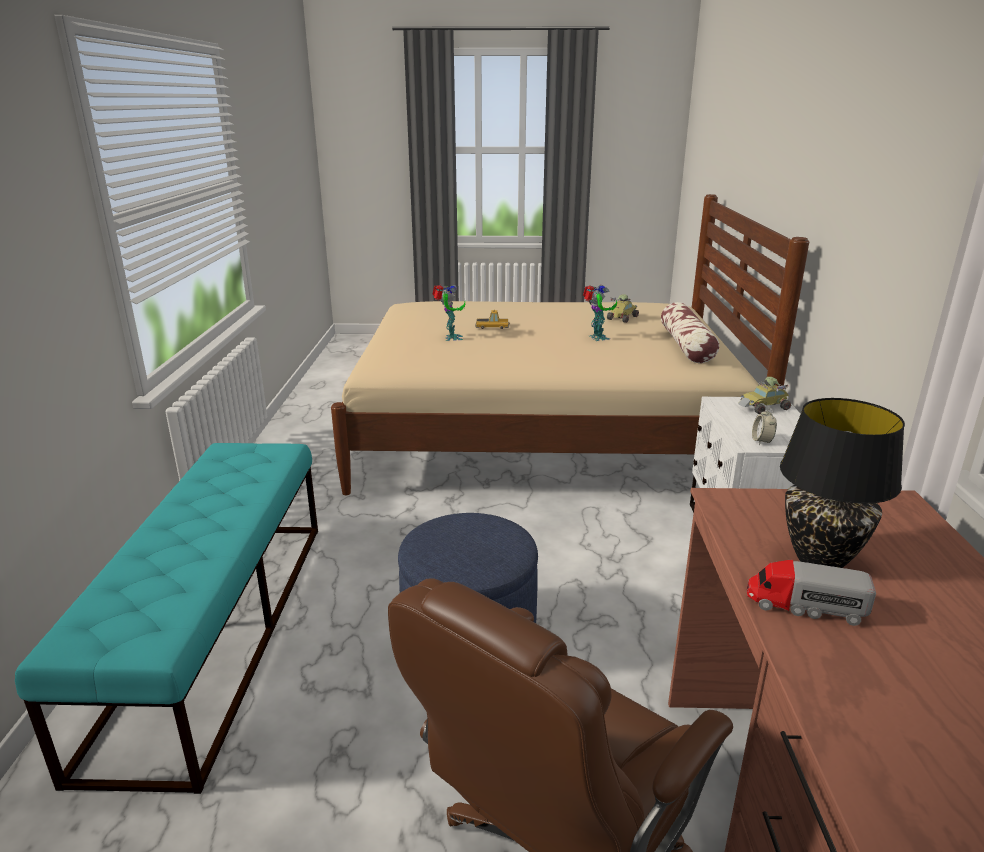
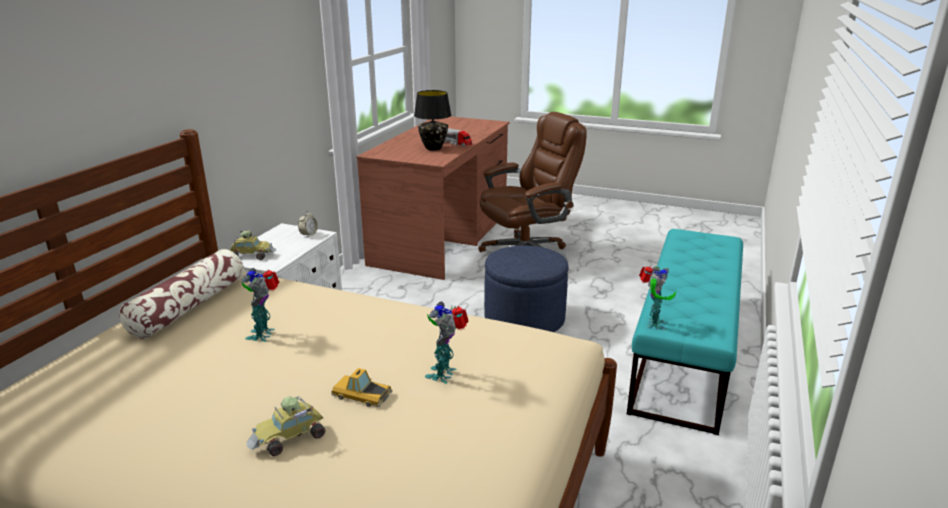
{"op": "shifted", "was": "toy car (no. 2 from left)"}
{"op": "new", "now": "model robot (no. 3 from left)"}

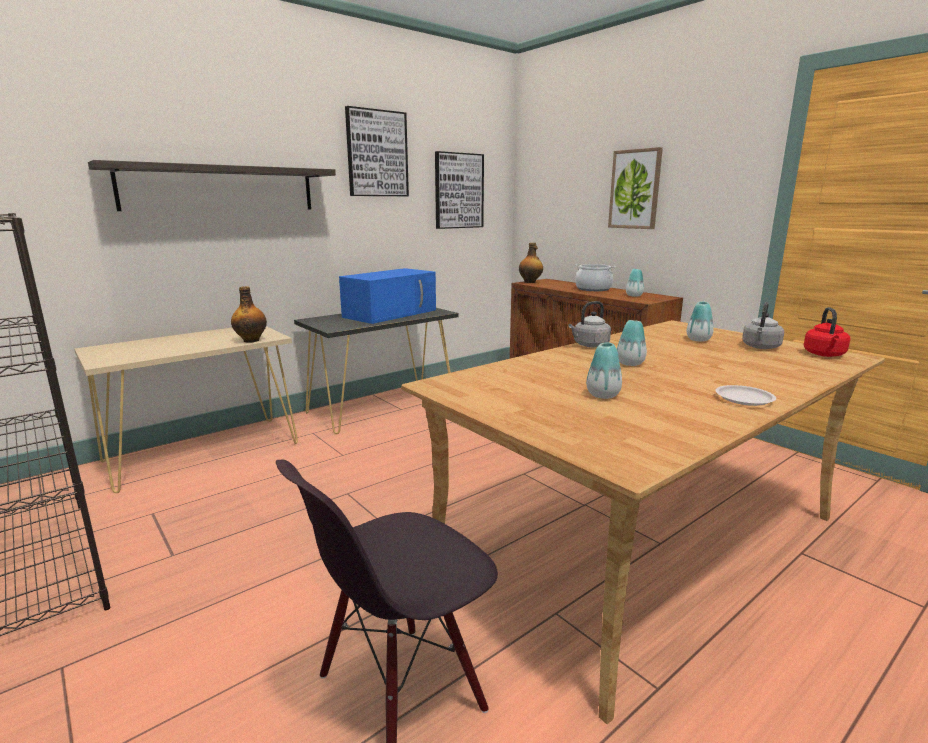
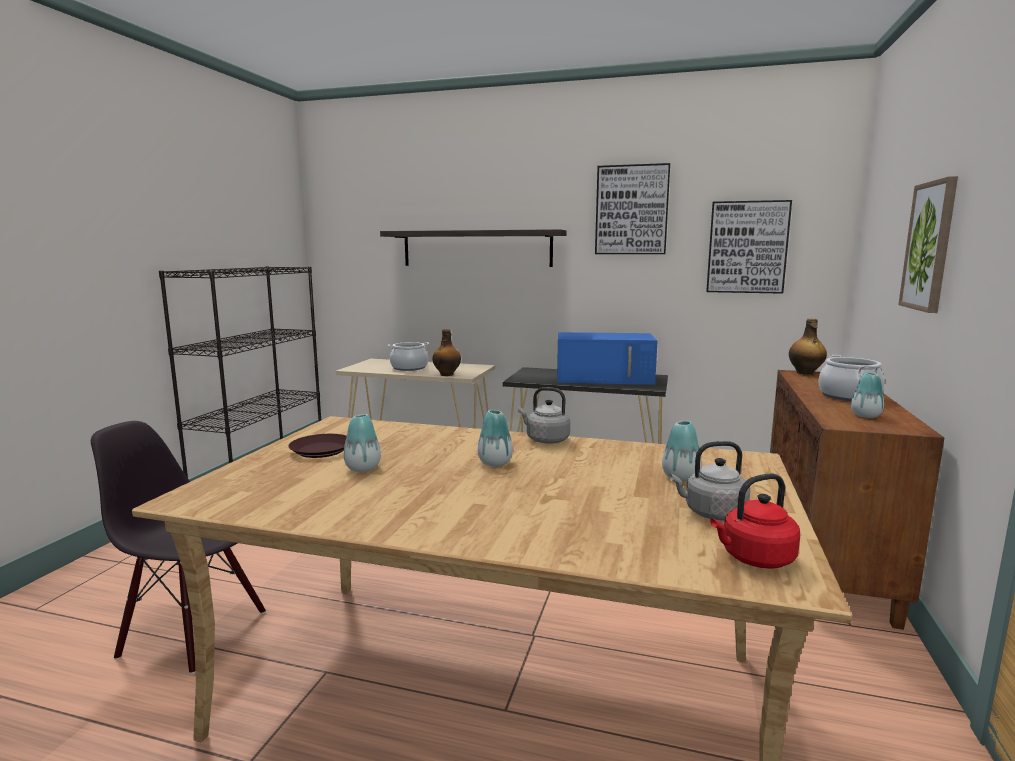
{"op": "new", "now": "brown-coloured plate"}
{"op": "new", "now": "saucepot (no. 1 from left)"}
{"op": "gone", "was": "whitish plate"}

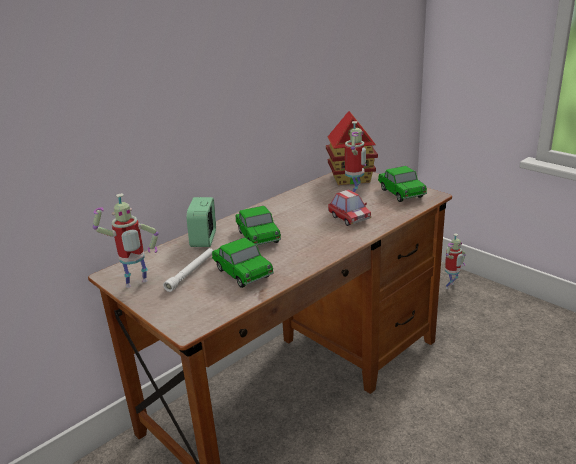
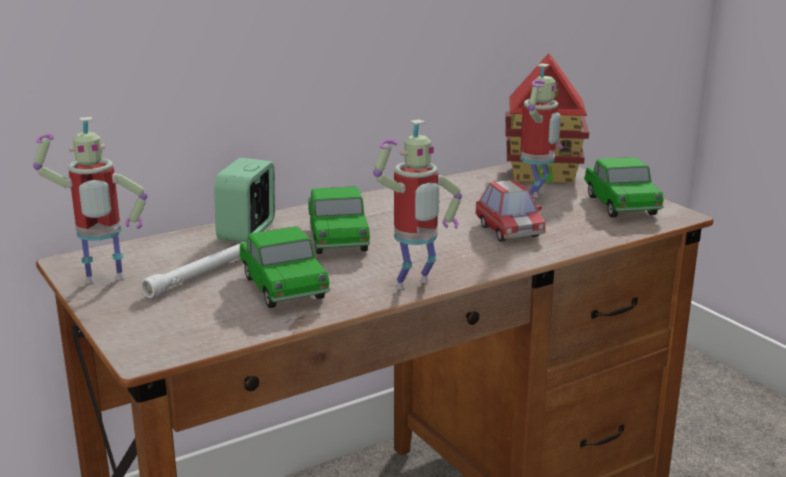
{"op": "shifted", "was": "model robot (no. 3 from left in the first image)", "now": "model robot (no. 2 from left)"}

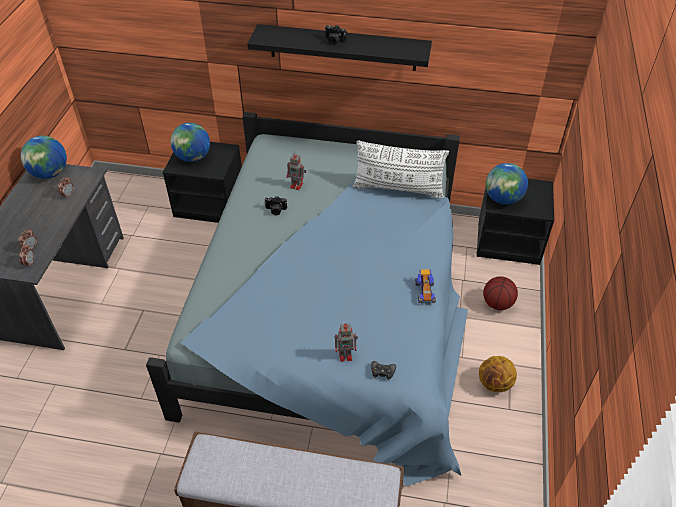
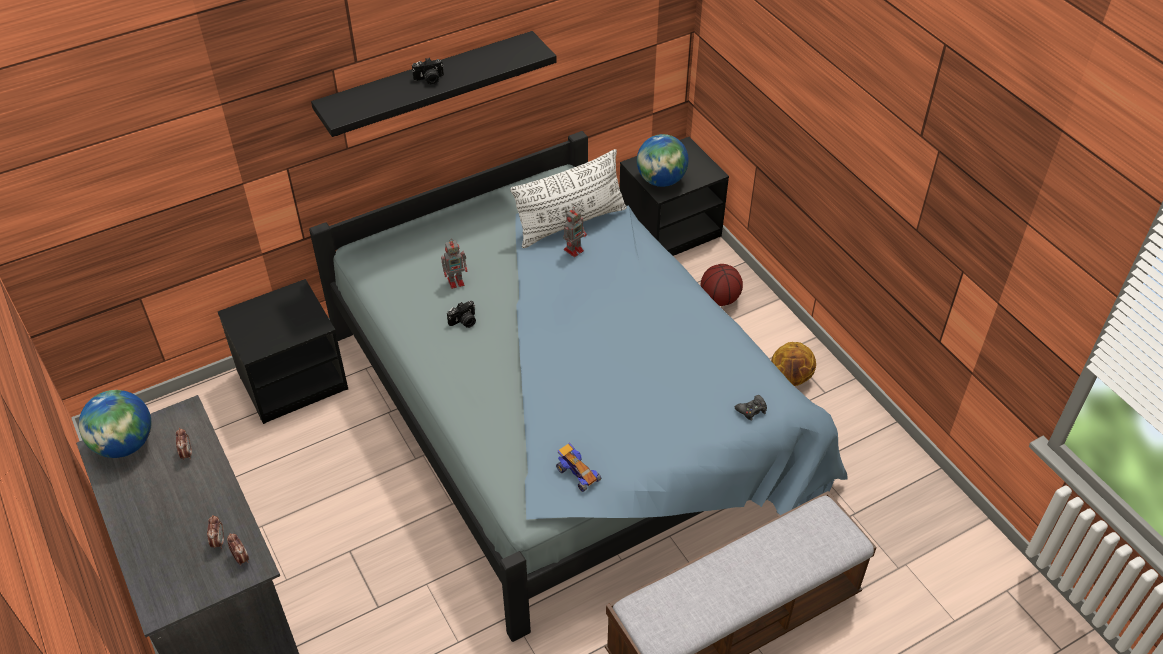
{"op": "shifted", "was": "toy car"}
{"op": "shifted", "was": "model robot (no. 2 from left)"}
{"op": "gone", "was": "desk globe (no. 2 from left)"}

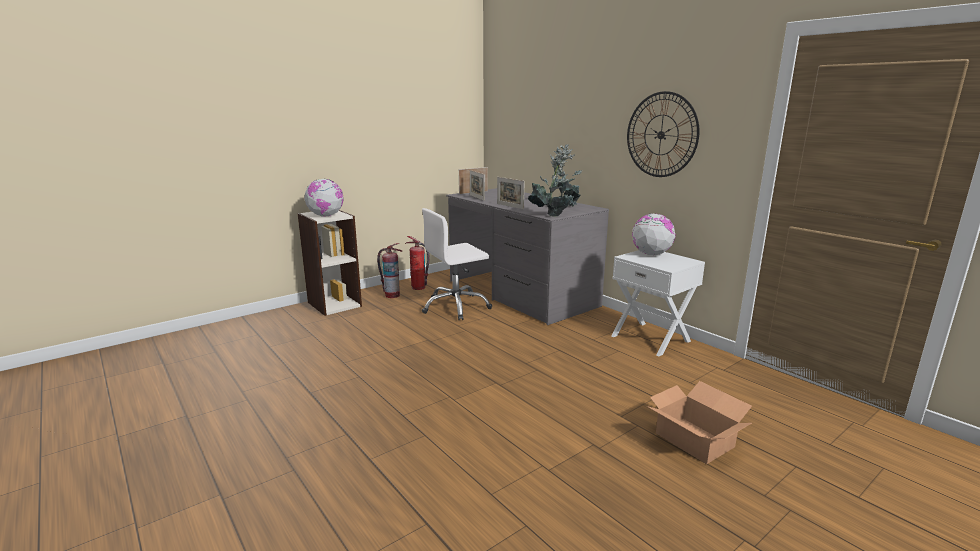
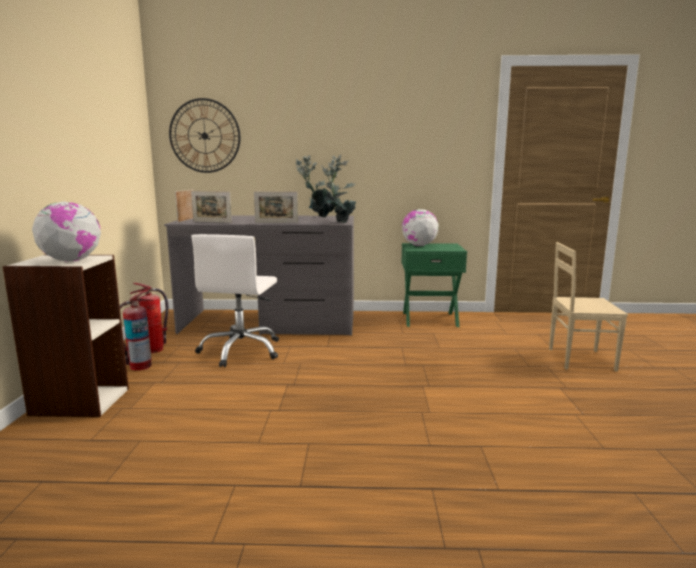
{"op": "shifted", "was": "wall clock"}
{"op": "repainted", "was": "whitish nightstand", "now": "green-coloured nightstand"}
{"op": "swapped", "was": "packing box", "now": "beige-coloured plain chair"}

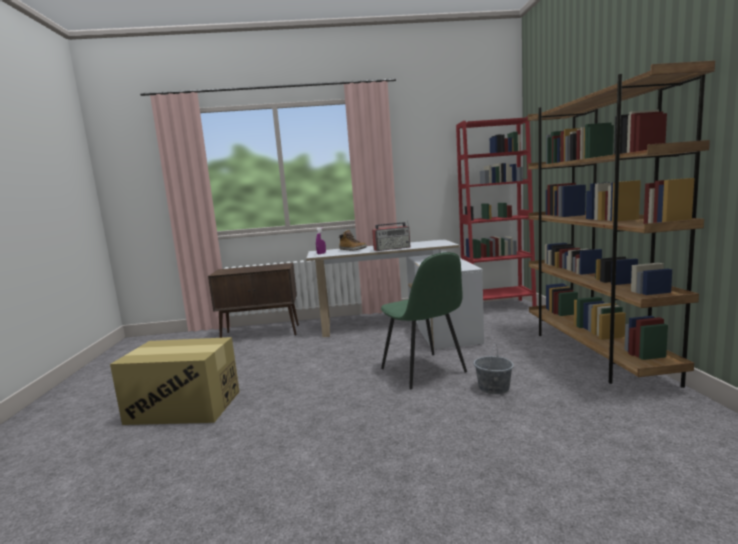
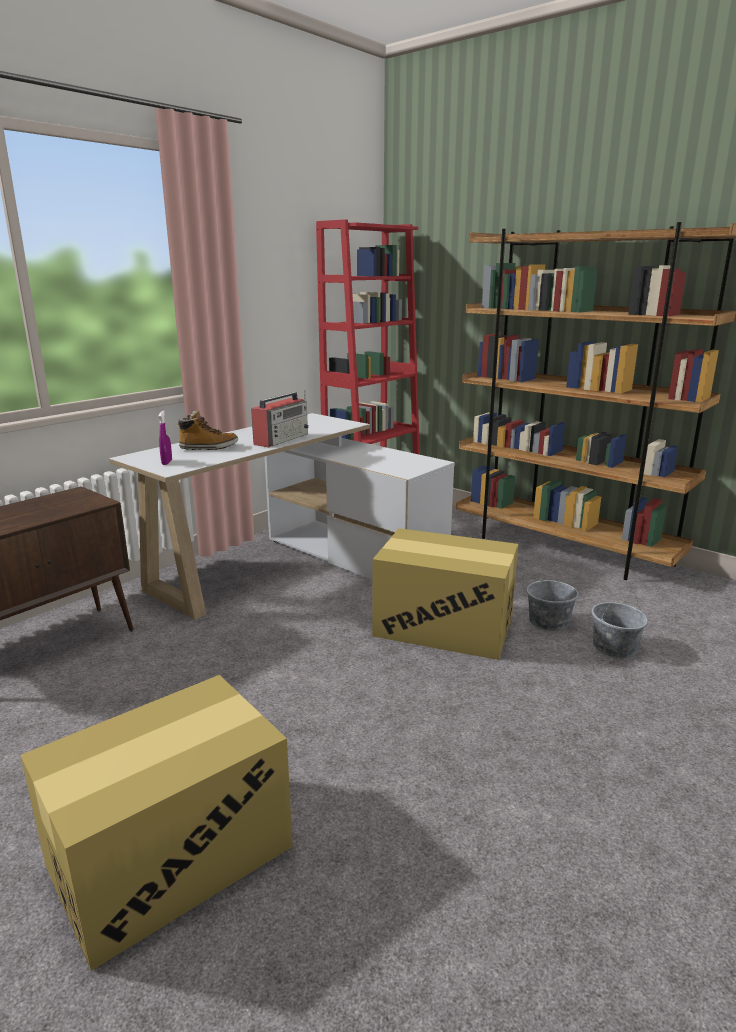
{"op": "swapped", "was": "green-coloured plain chair", "now": "packing box (no. 2 from left)"}
{"op": "new", "now": "greyish bucket (no. 2 from left)"}

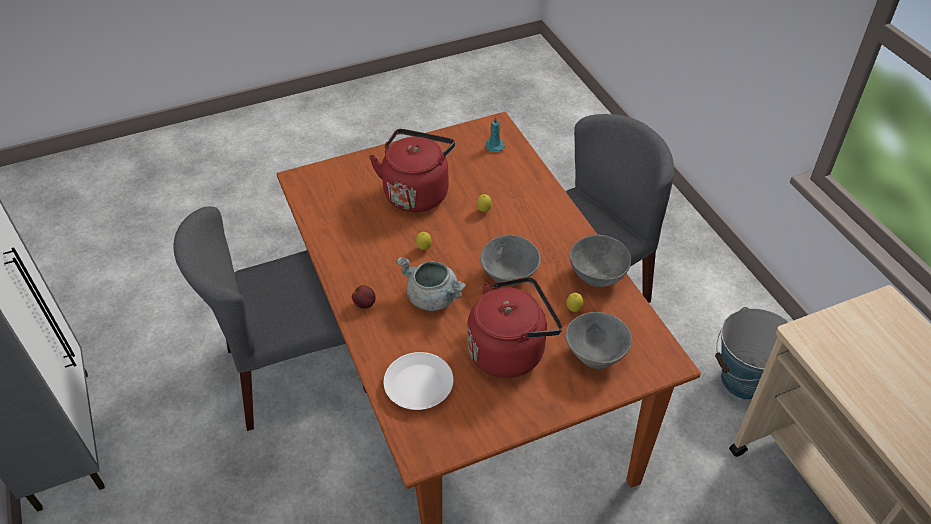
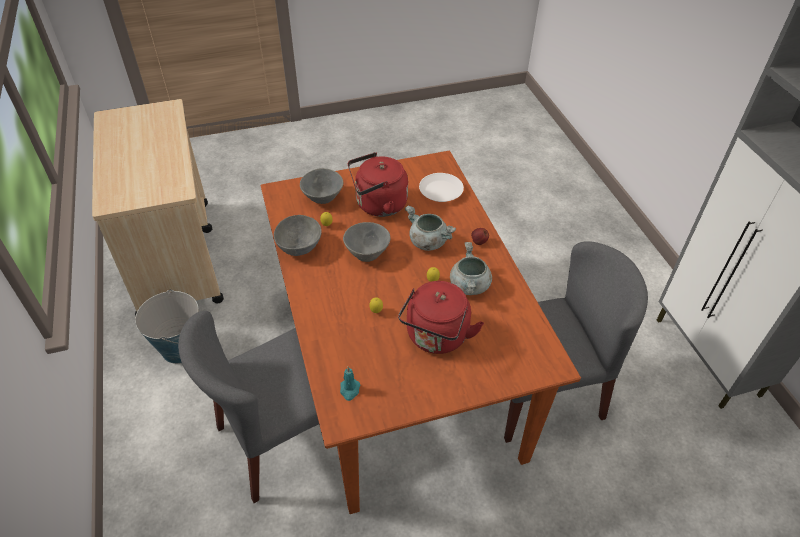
{"op": "new", "now": "greyish saucepot (no. 2 from left)"}

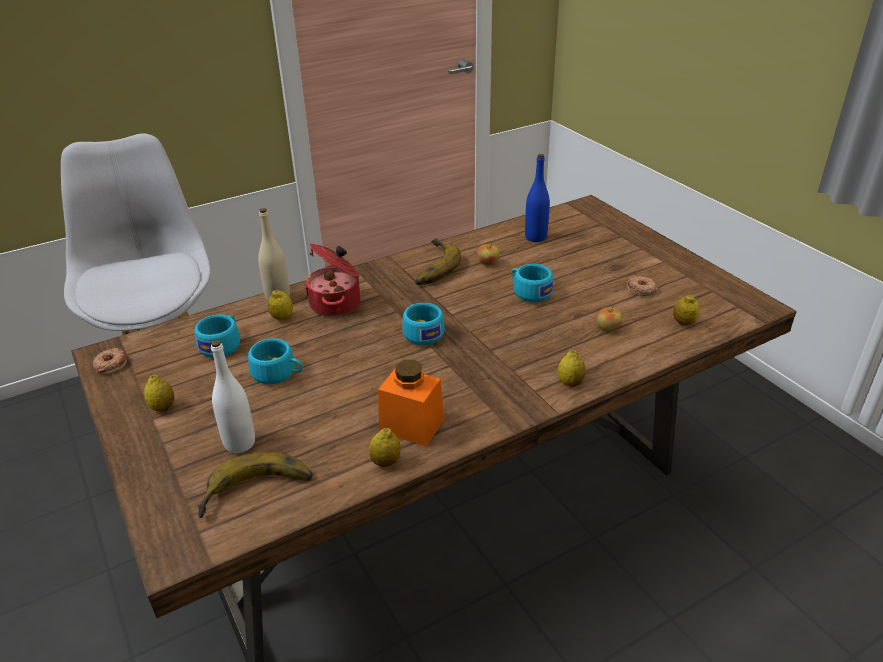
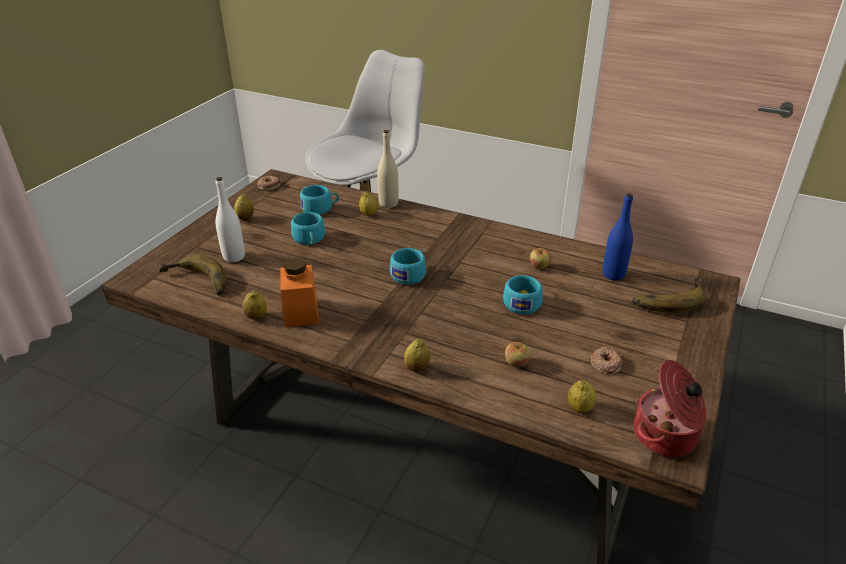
{"op": "shifted", "was": "banana (no. 2 from left)"}
{"op": "shifted", "was": "saucepot"}

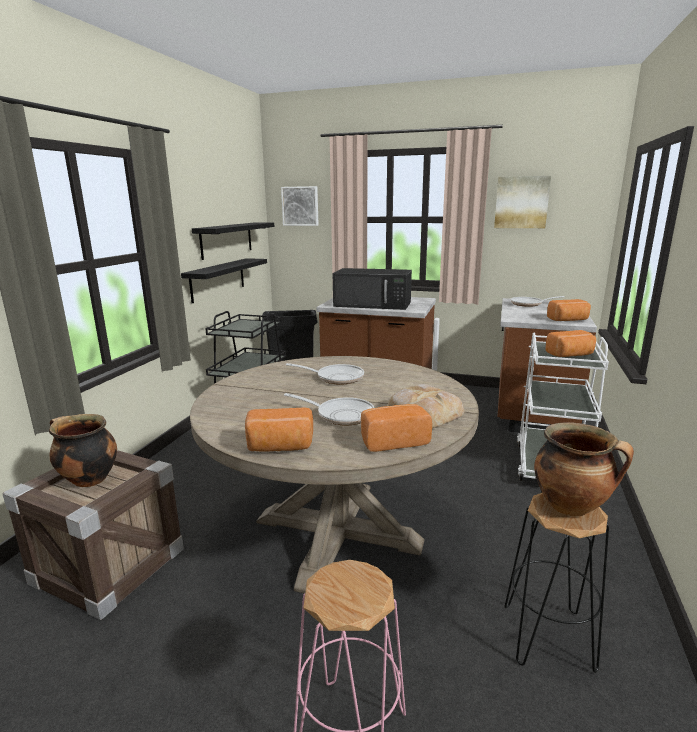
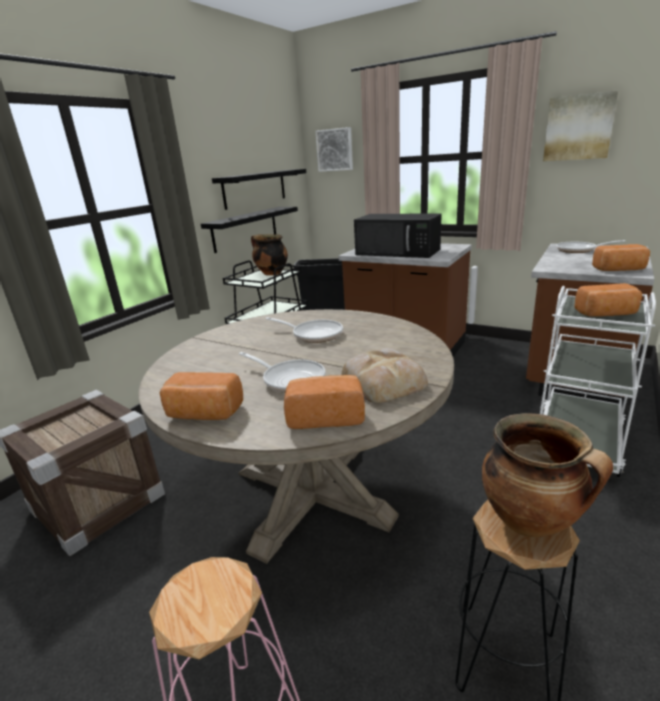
{"op": "shifted", "was": "saucepot (no. 1 from left)"}

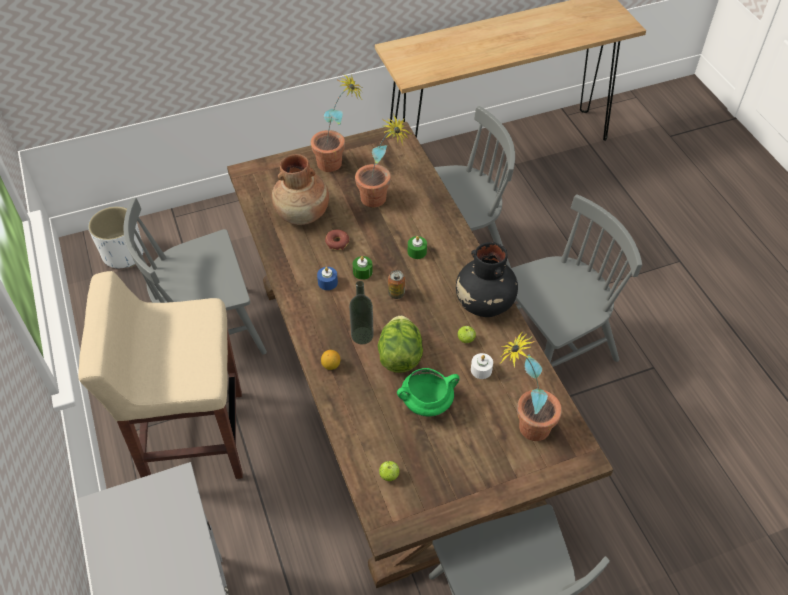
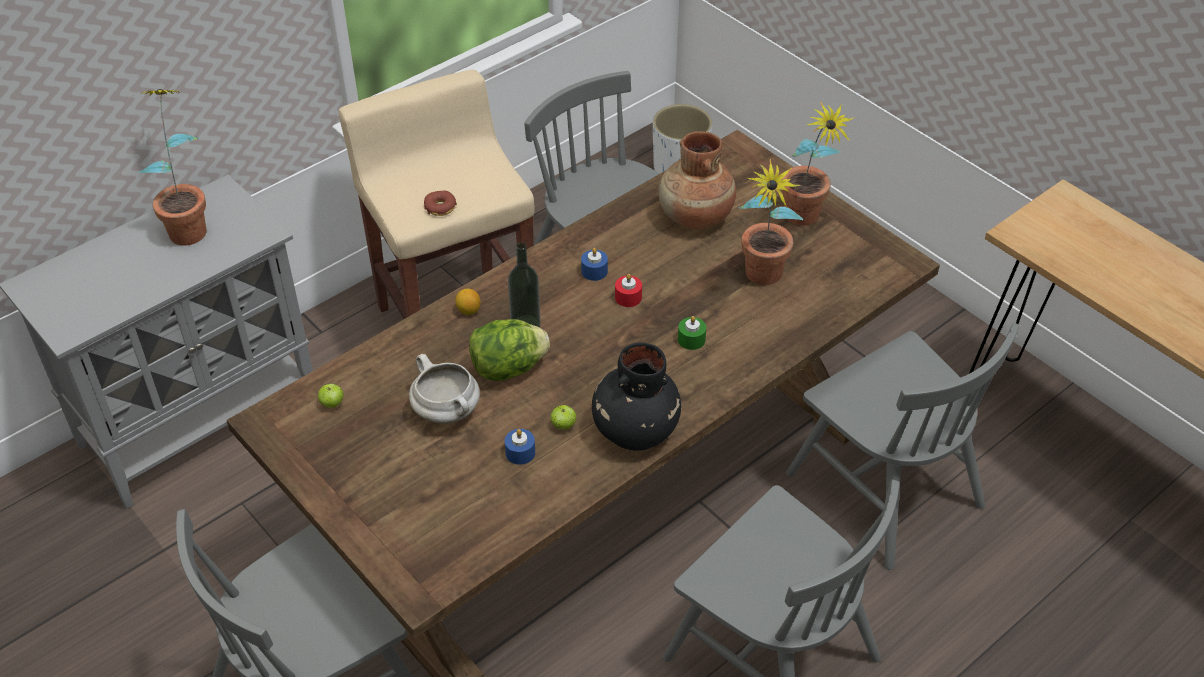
{"op": "shifted", "was": "houseplant (no. 3 from left in the first image)", "now": "houseplant (no. 1 from left)"}
{"op": "repainted", "was": "green-coloured saucepot", "now": "whitish saucepot"}
{"op": "shifted", "was": "ring doughnut"}
{"op": "repainted", "was": "whitish wax light", "now": "blue wax light (no. 1 from left)"}
{"op": "repainted", "was": "green-coloured wax light (no. 1 from left)", "now": "red wax light"}
{"op": "gone", "was": "metal can"}

